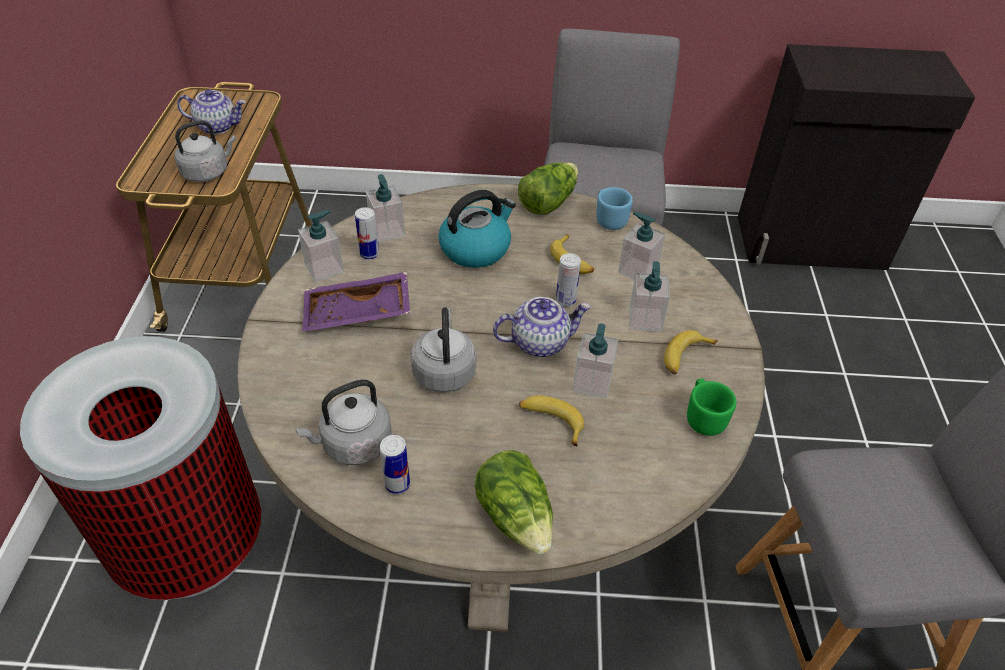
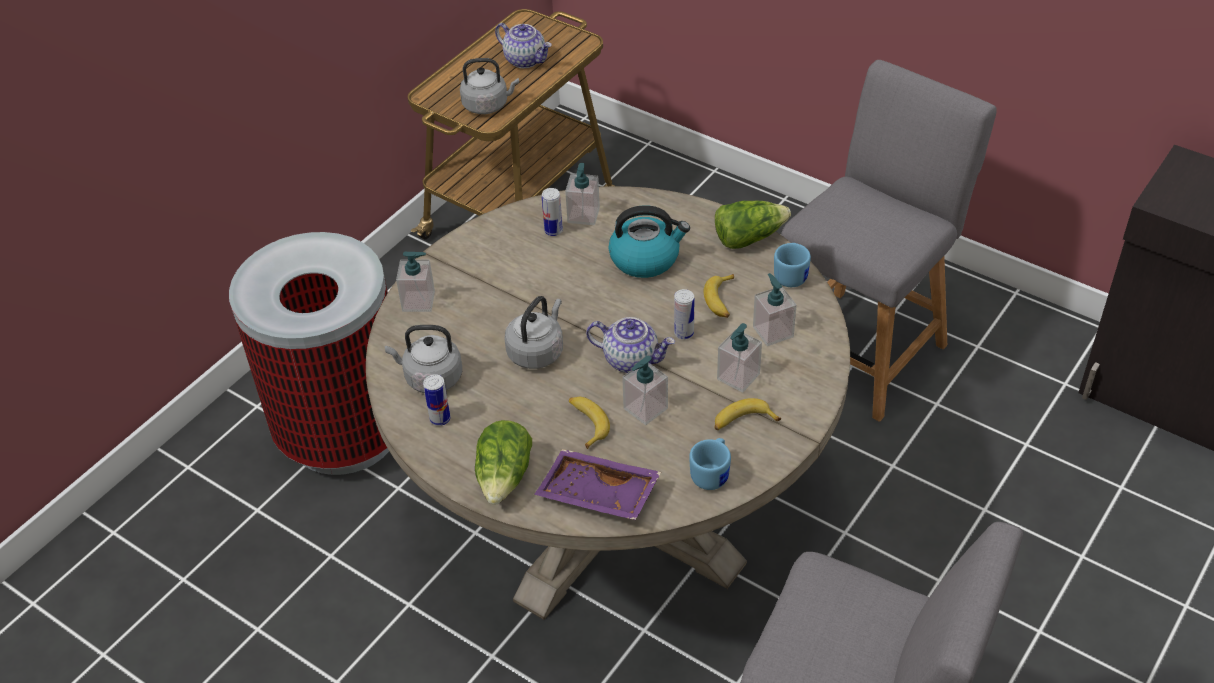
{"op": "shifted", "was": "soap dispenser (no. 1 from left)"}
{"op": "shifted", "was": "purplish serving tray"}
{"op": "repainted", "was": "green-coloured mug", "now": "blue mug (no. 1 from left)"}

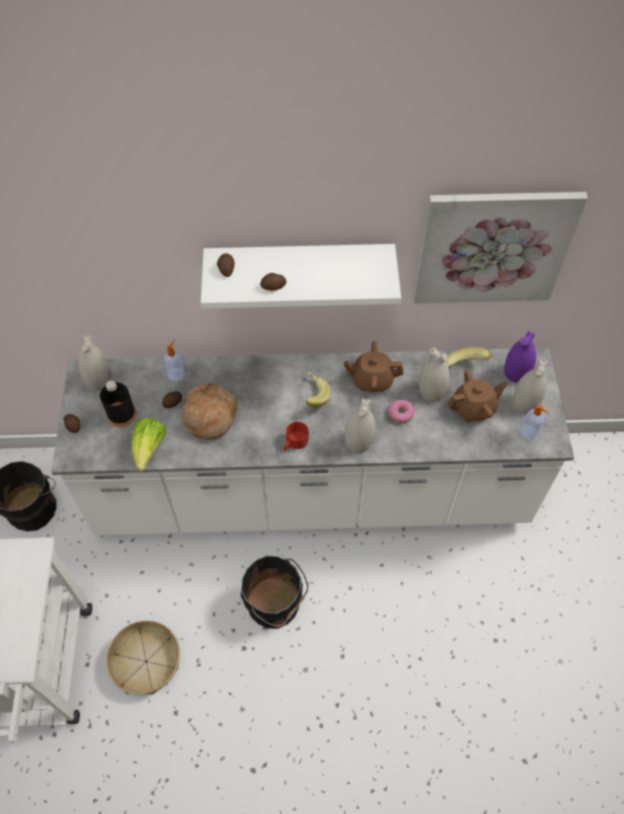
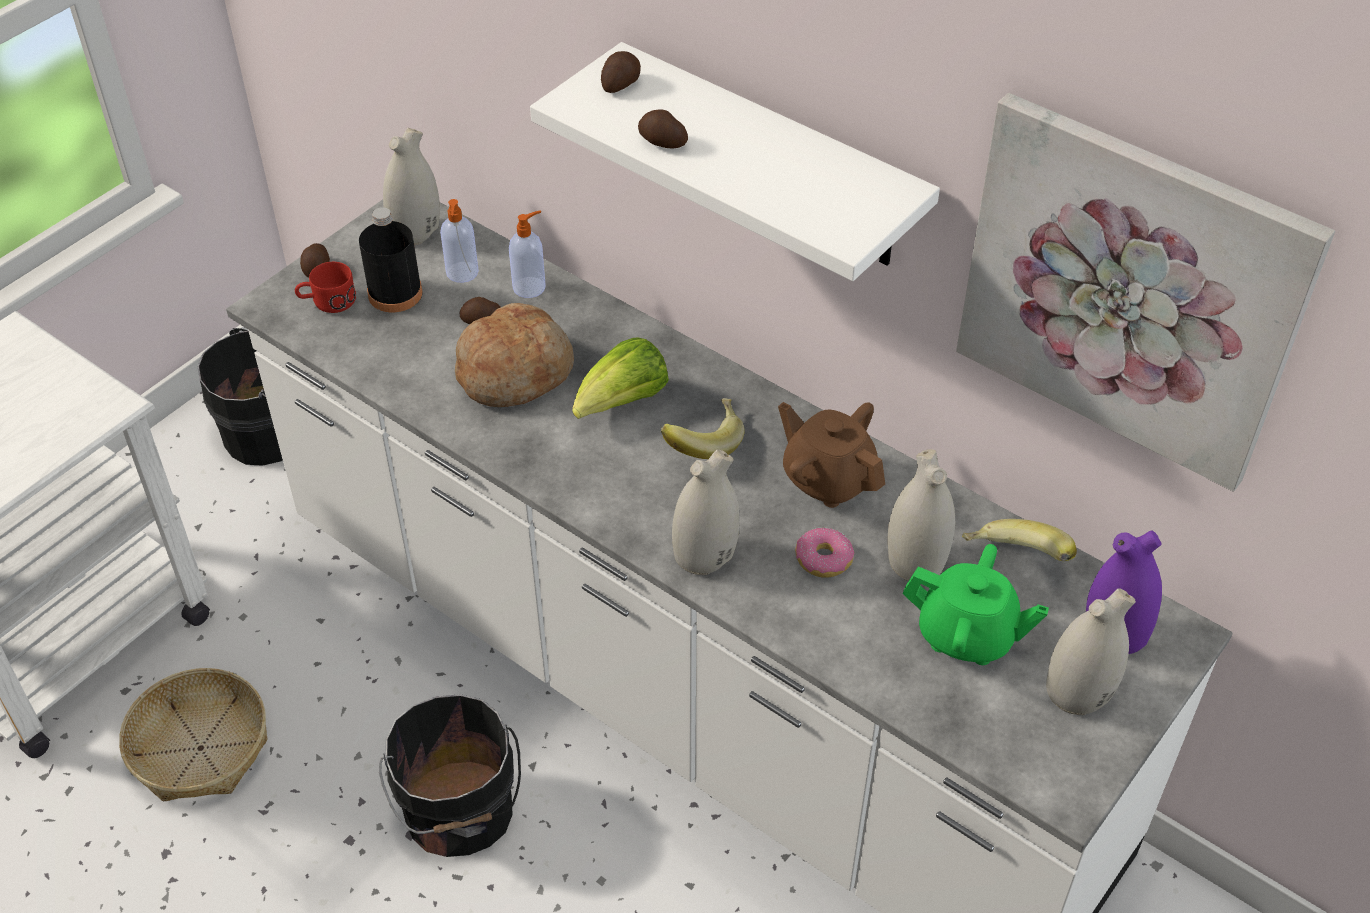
{"op": "shifted", "was": "red mug"}
{"op": "shifted", "was": "soap dispenser (no. 2 from left in the first image)", "now": "soap dispenser (no. 1 from left)"}
{"op": "shifted", "was": "lettuce head"}
{"op": "repainted", "was": "brown-coloured pot for tea (no. 2 from left)", "now": "green-coloured pot for tea"}

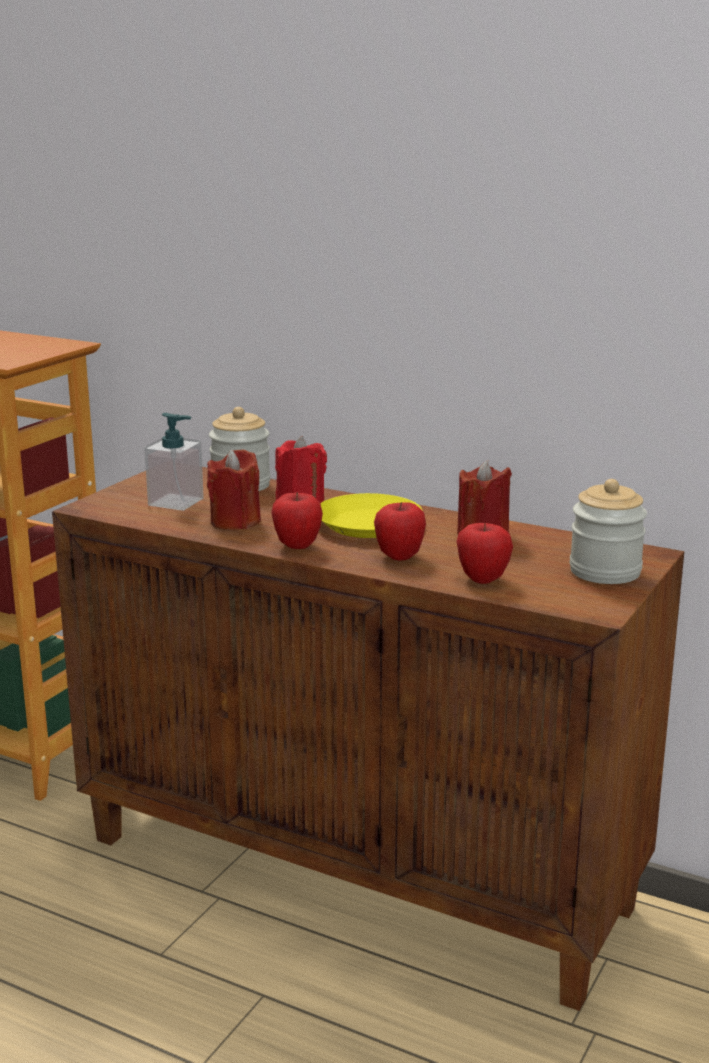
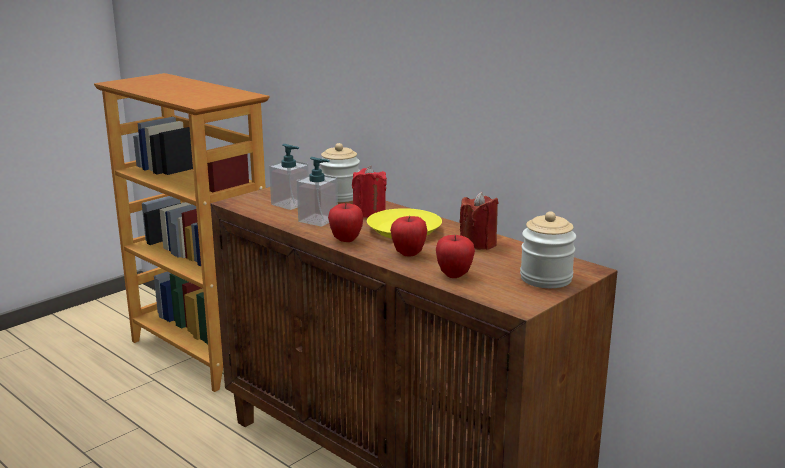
{"op": "swapped", "was": "red wax light (no. 1 from left)", "now": "soap dispenser (no. 2 from left)"}

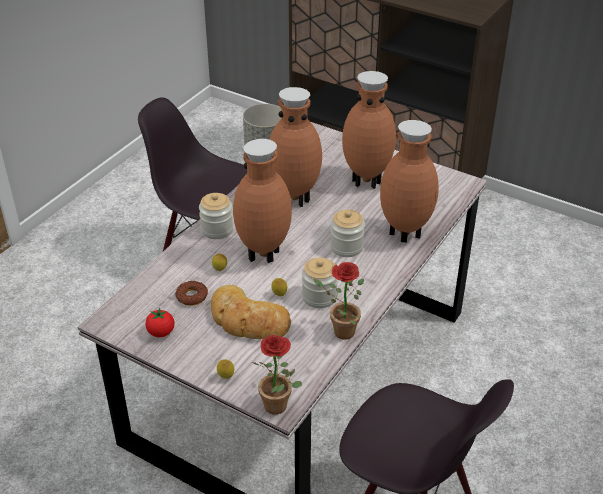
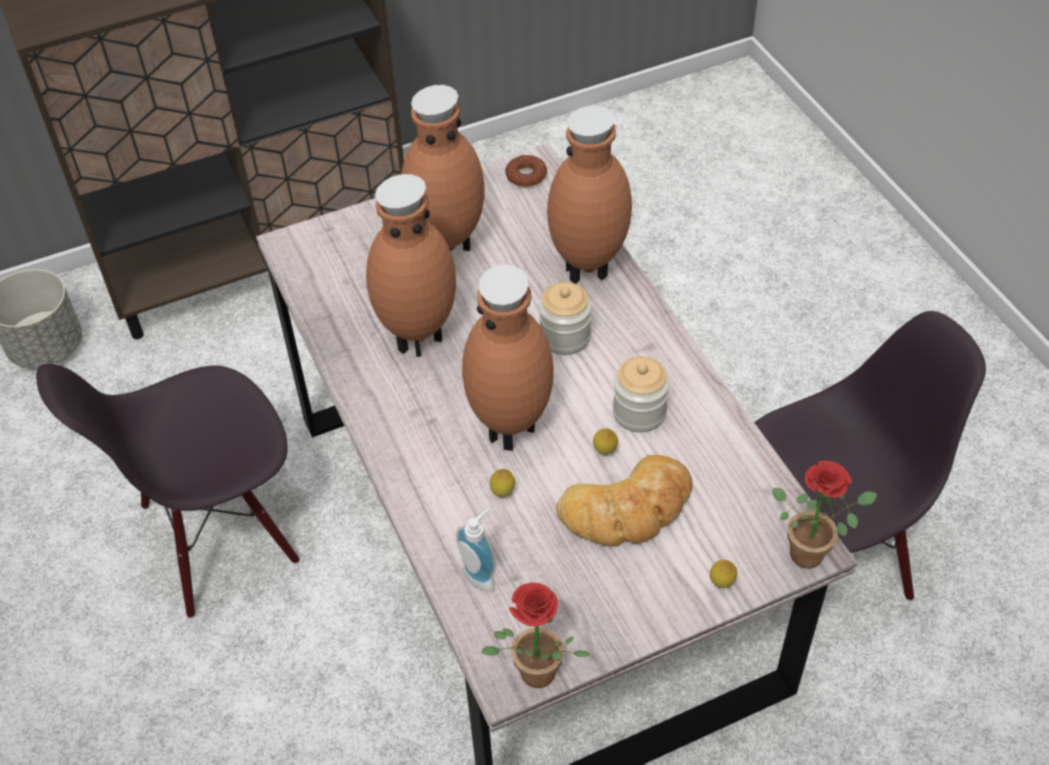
{"op": "new", "now": "soap dispenser"}
{"op": "shifted", "was": "houseplant (no. 2 from left in the first image)", "now": "houseplant (no. 1 from left)"}
{"op": "shifted", "was": "ring doughnut"}
{"op": "gone", "was": "whole tomato"}
{"op": "gone", "was": "preserve jar (no. 1 from left)"}

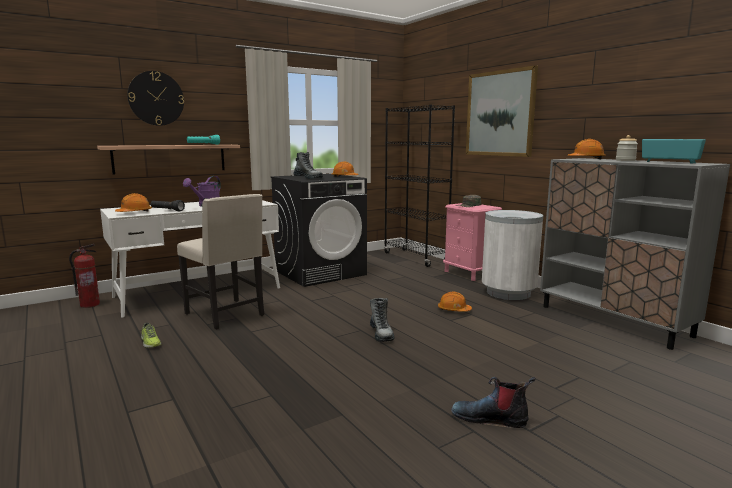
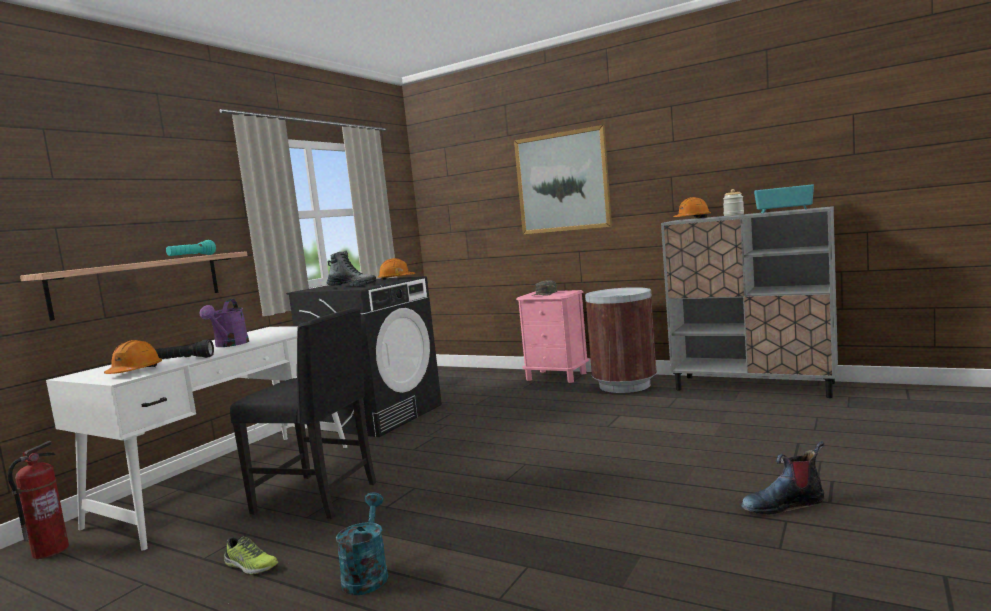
{"op": "repainted", "was": "beige-coloured plain chair", "now": "blackish plain chair"}
{"op": "new", "now": "turquoise sprinkling can"}
{"op": "repainted", "was": "whitish trash can", "now": "brown-coloured trash can"}
{"op": "gone", "was": "wall clock"}
{"op": "gone", "was": "tall boot (no. 2 from left)"}
{"op": "gone", "was": "blackish bookshelf"}
{"op": "gone", "was": "orange work helmet (no. 3 from left)"}

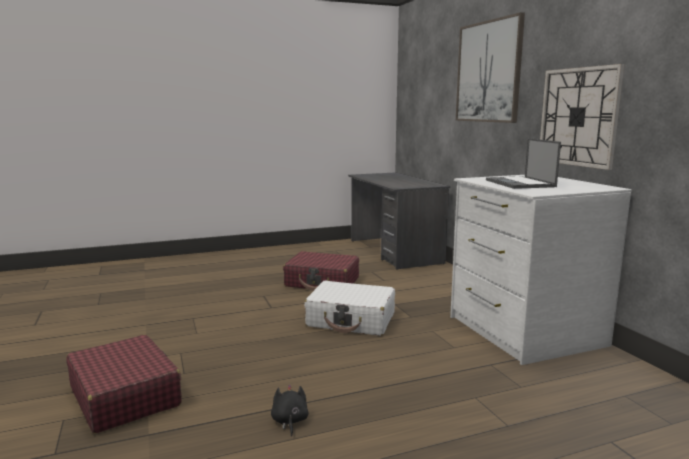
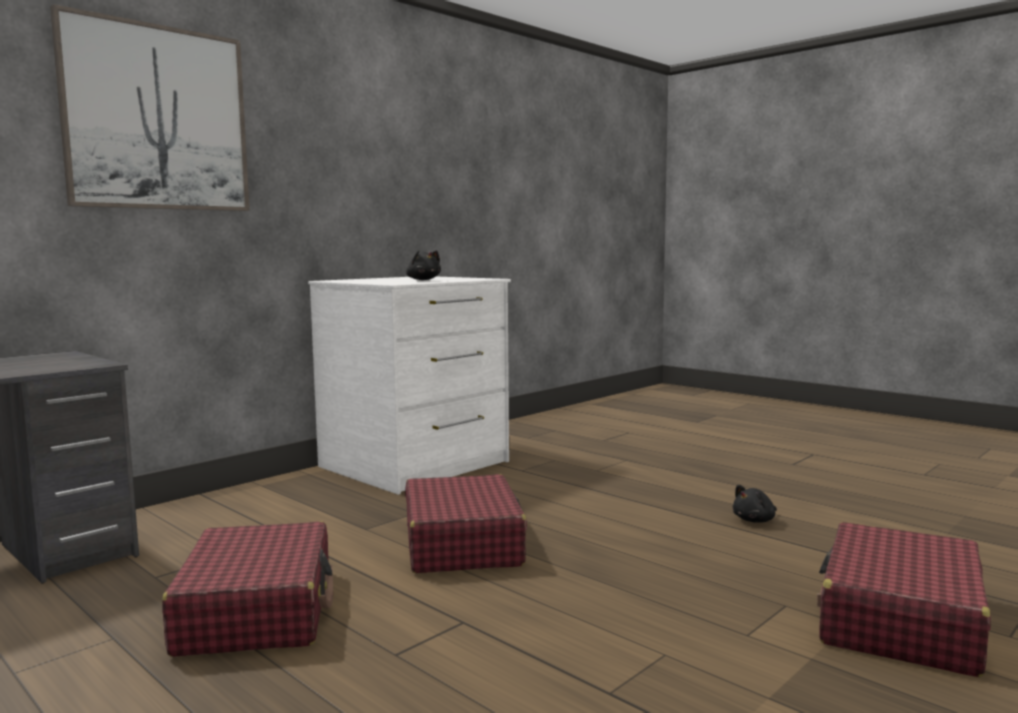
{"op": "repainted", "was": "whitish piece of luggage", "now": "red piece of luggage (no. 2 from left)"}
{"op": "swapped", "was": "portable computer", "now": "blackish plush toy (no. 1 from left)"}
{"op": "gone", "was": "wall clock"}

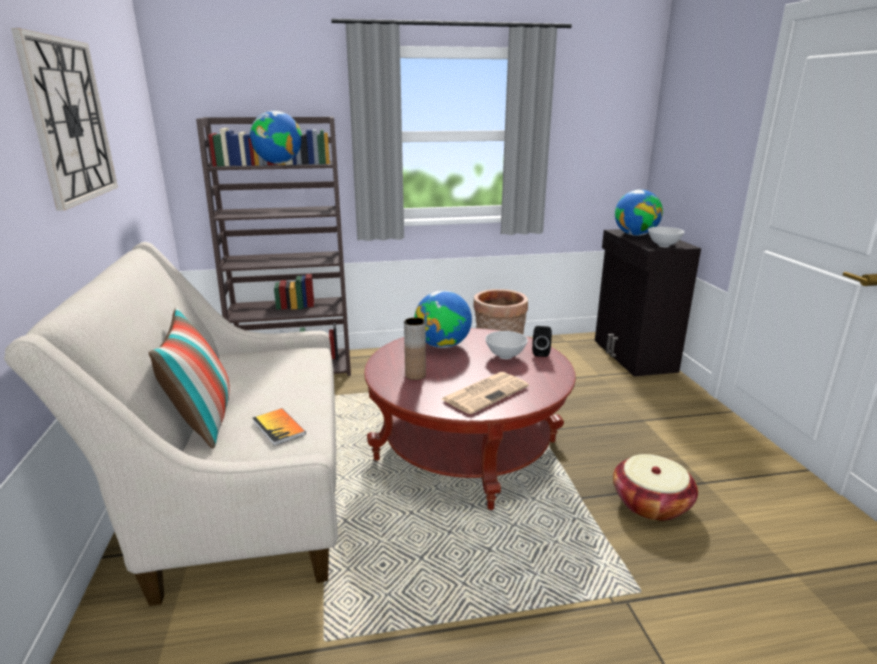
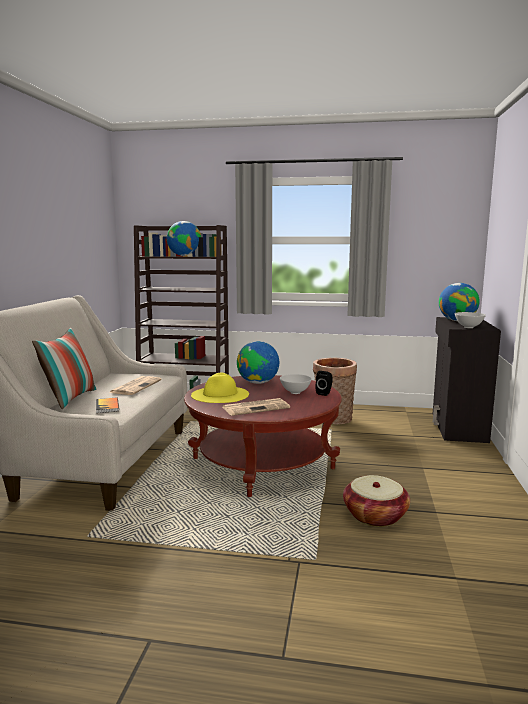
{"op": "new", "now": "newspaper (no. 1 from left)"}
{"op": "swapped", "was": "brown-coloured vase", "now": "yellow clothing hat"}
{"op": "gone", "was": "wall clock"}

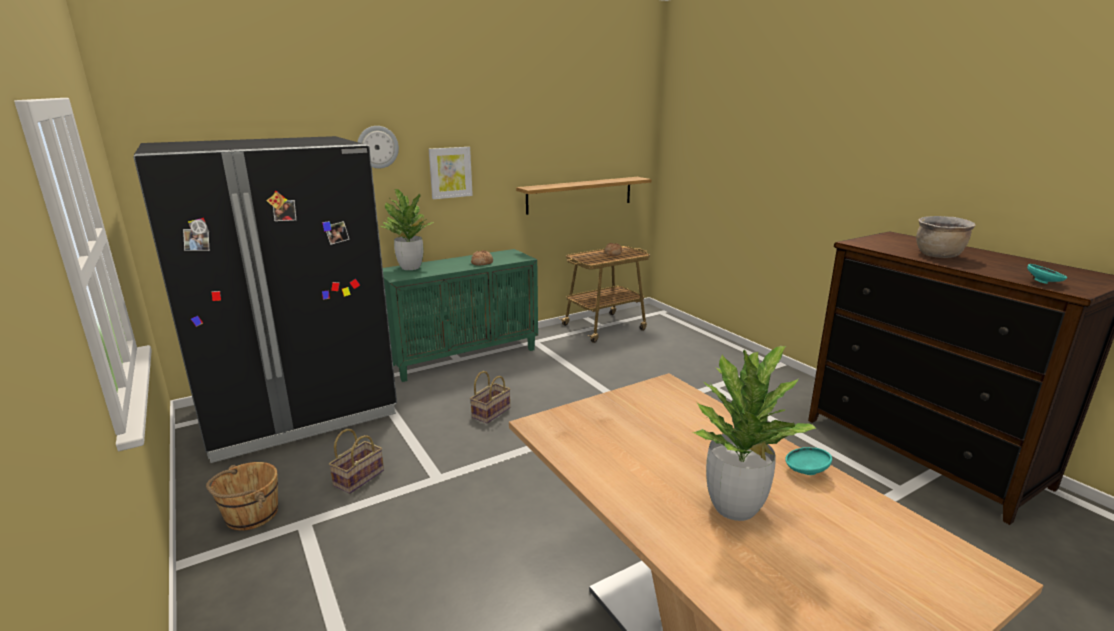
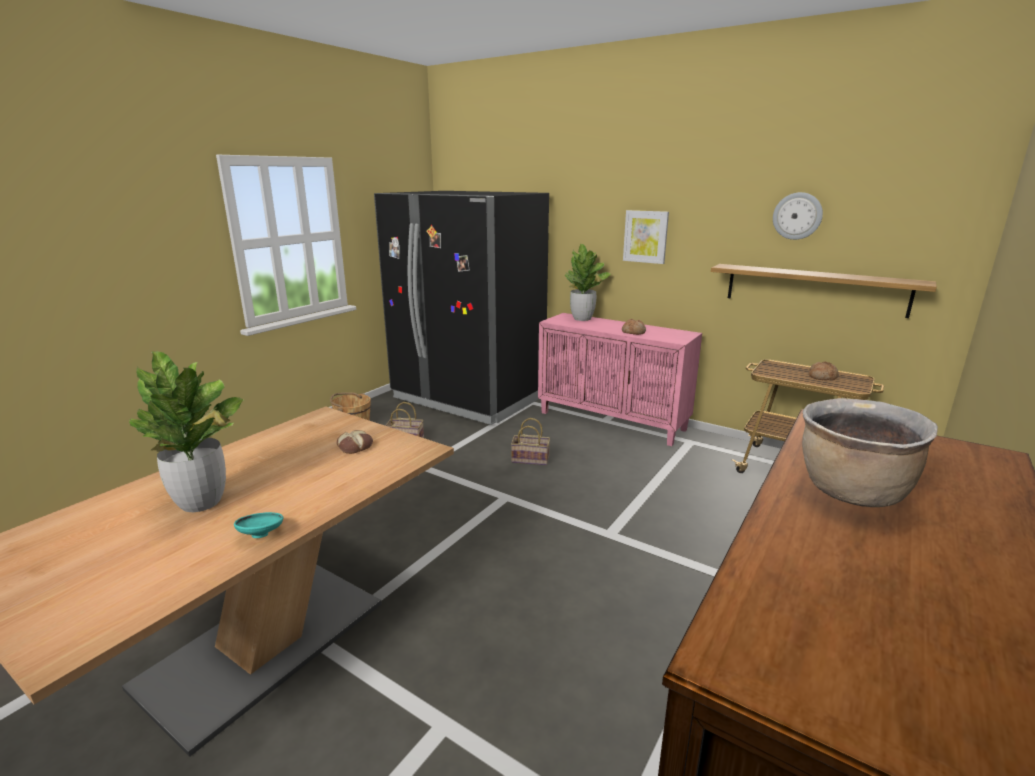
{"op": "new", "now": "baked bread (no. 1 from left)"}
{"op": "repainted", "was": "green-coloured storage cabinet", "now": "pinkish storage cabinet"}
{"op": "shifted", "was": "wall clock"}
{"op": "gone", "was": "turquoise deep dish (no. 2 from left)"}

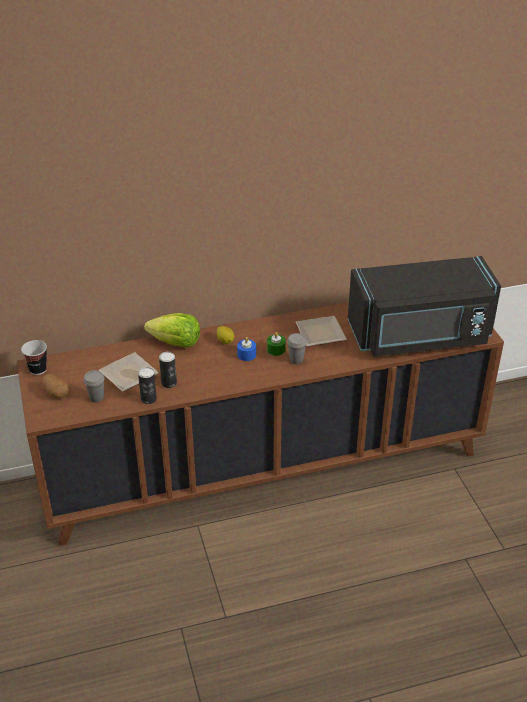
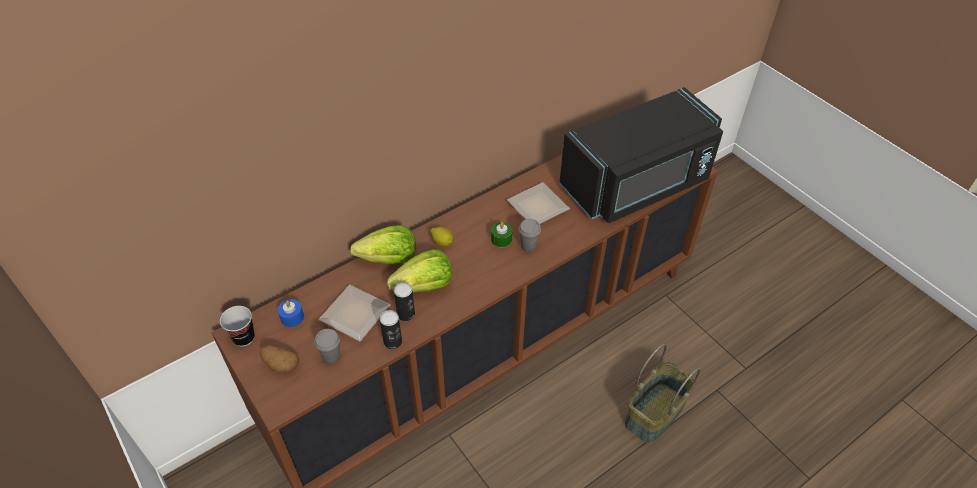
{"op": "shifted", "was": "blue wax light"}
{"op": "new", "now": "lettuce head (no. 2 from left)"}
{"op": "new", "now": "household basket"}

